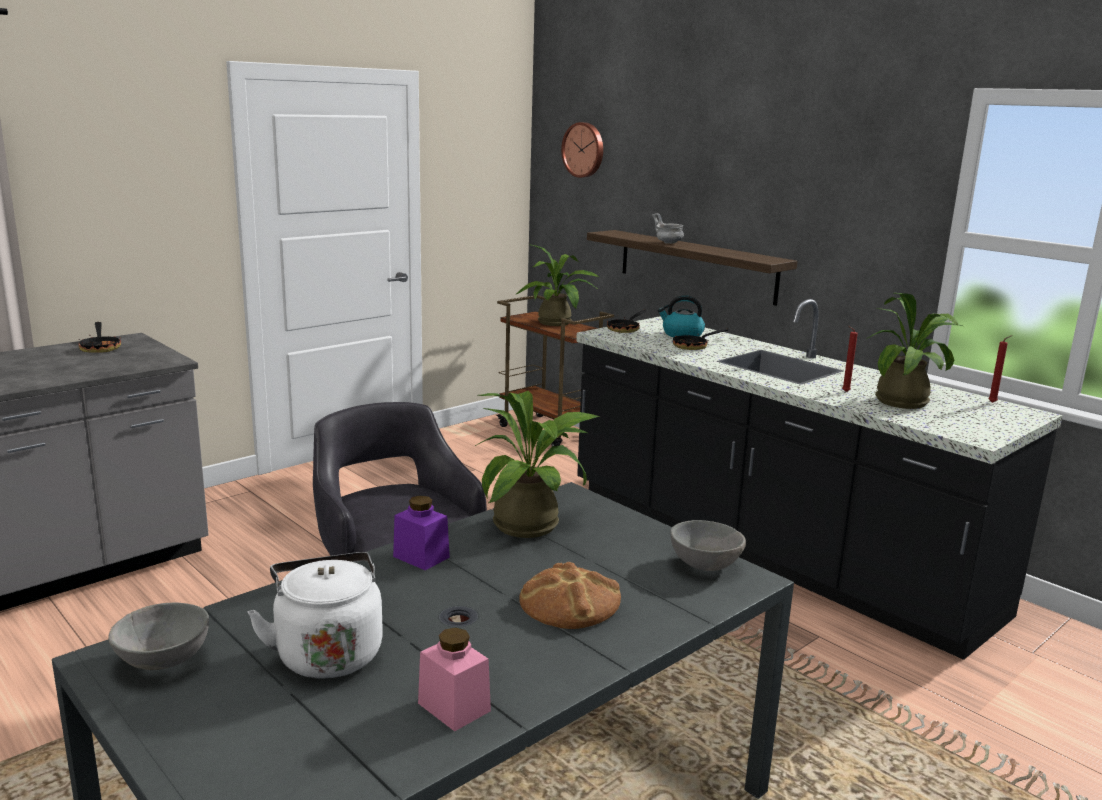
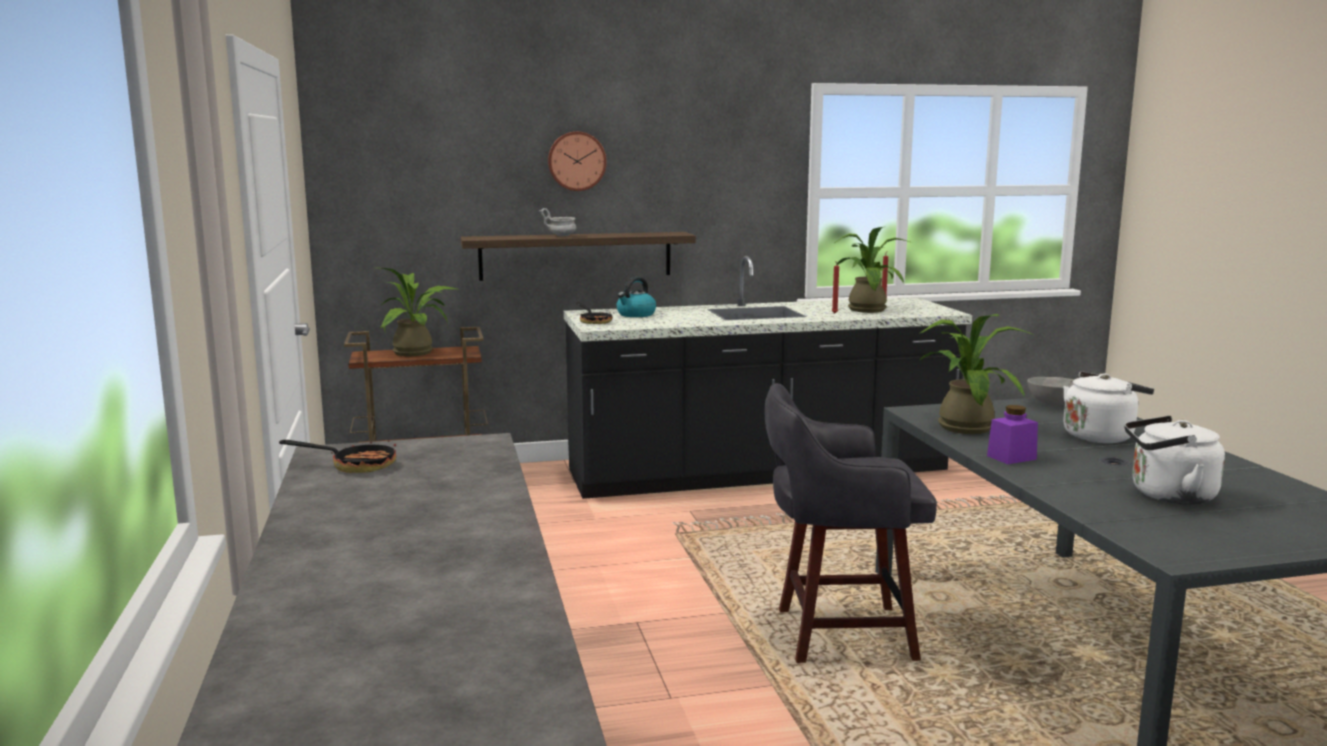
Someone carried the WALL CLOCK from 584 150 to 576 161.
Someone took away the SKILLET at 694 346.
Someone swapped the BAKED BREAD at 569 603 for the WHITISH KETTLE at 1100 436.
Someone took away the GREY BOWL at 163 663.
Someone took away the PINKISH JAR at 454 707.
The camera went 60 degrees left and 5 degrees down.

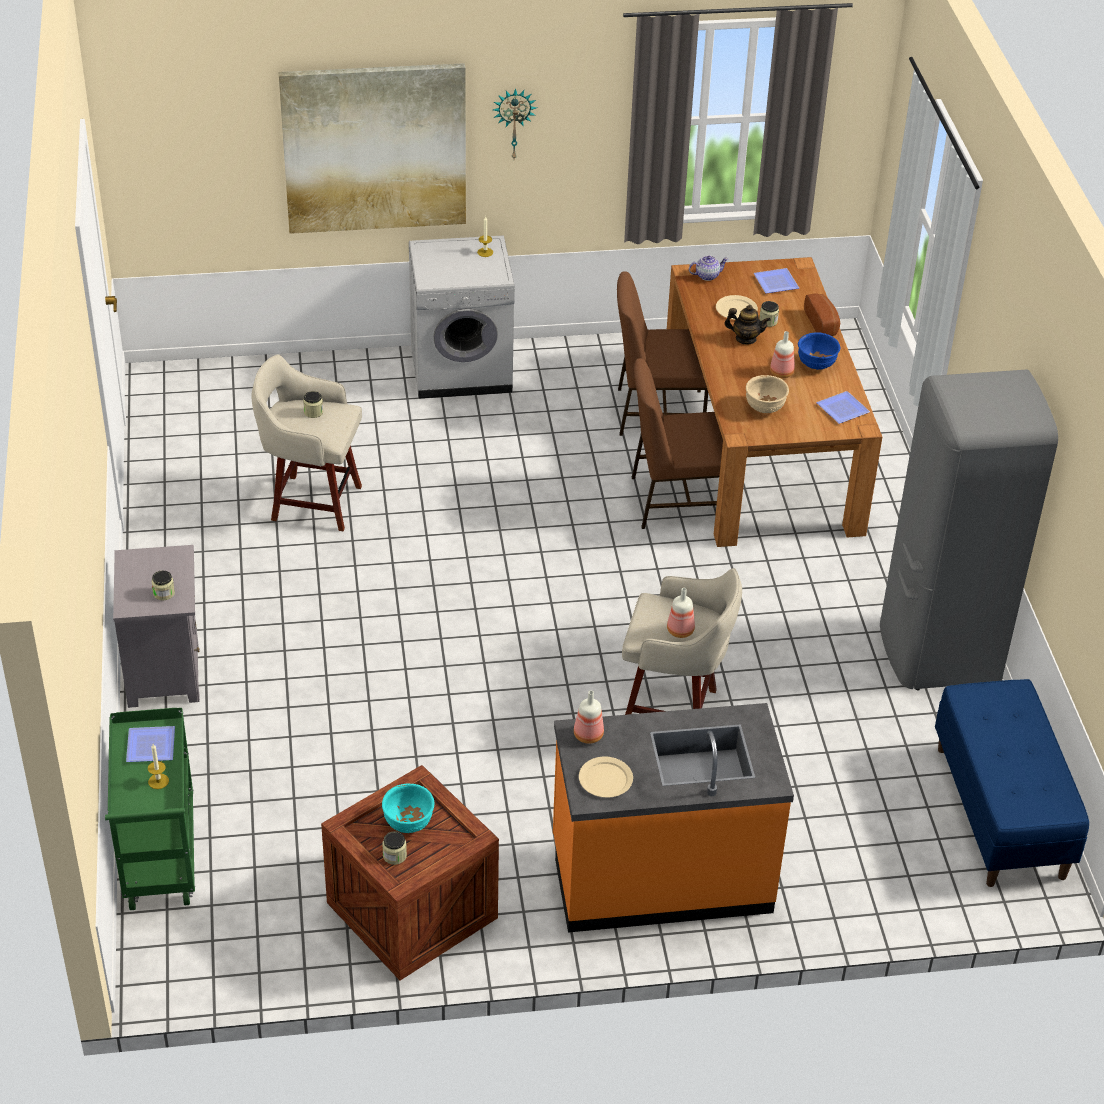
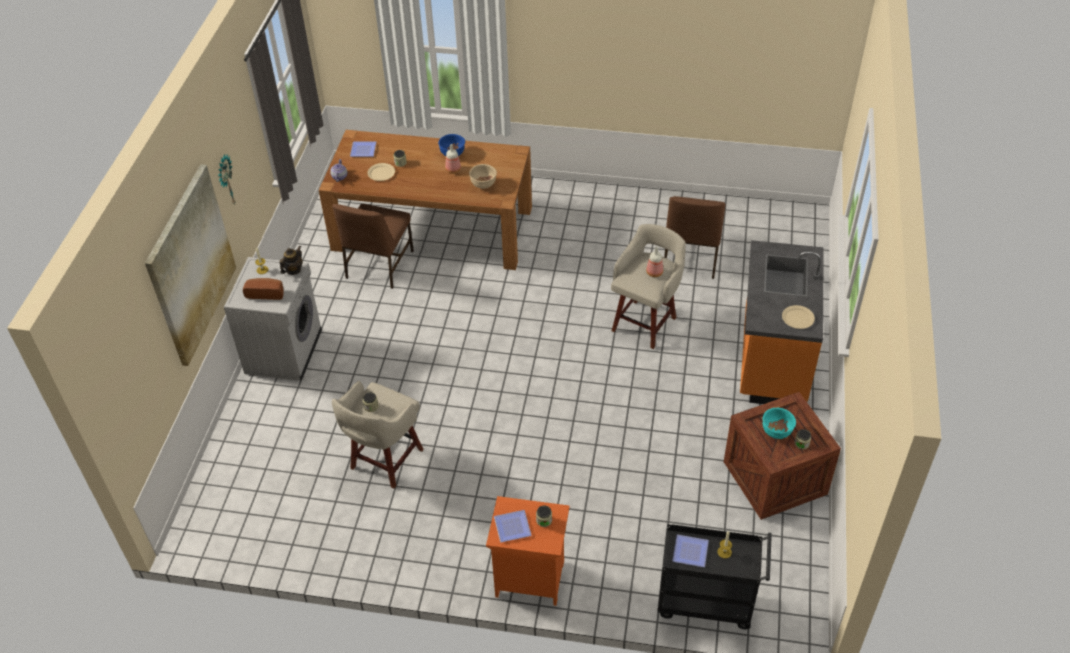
Someone carried the BAKED BREAD from 823 324 to 266 293.
Someone carried the TEAPOT from 745 339 to 293 270.
Someone carried the BROWN-COLOURED UPRIGHT CHAIR from 677 500 to 690 257.
Someone took away the GREY KITCHEN FRIDGE at 935 652.
Someone carried the PLATE from 843 408 to 511 526.
Someone repainted the GREY NIGHTSTAND at 166 673, which became the ORANGE-COLOURED NIGHTSTAND at 529 577.
Someone took away the BLUE-COLOURED LONG SEAT at 1001 812.
Someone took away the DRINK BOTTLE at 587 735.
Someone repainted the GREEN CART at 160 862, which became the BLACK-COLOURED CART at 707 606.
The camera went 70 degrees left and 5 degrees up.

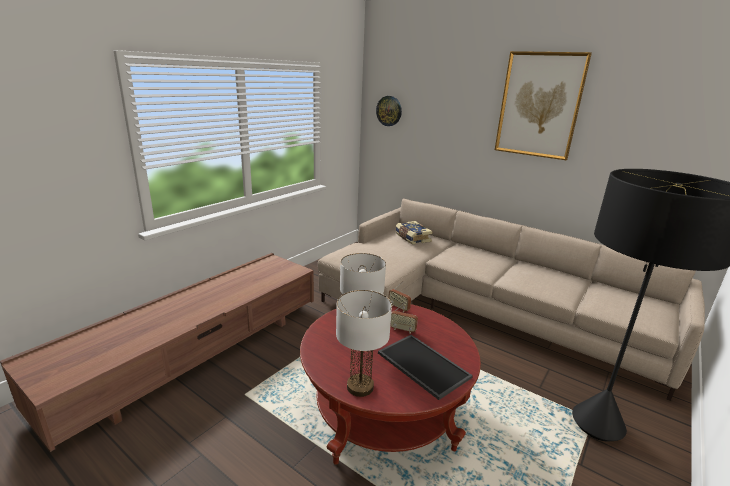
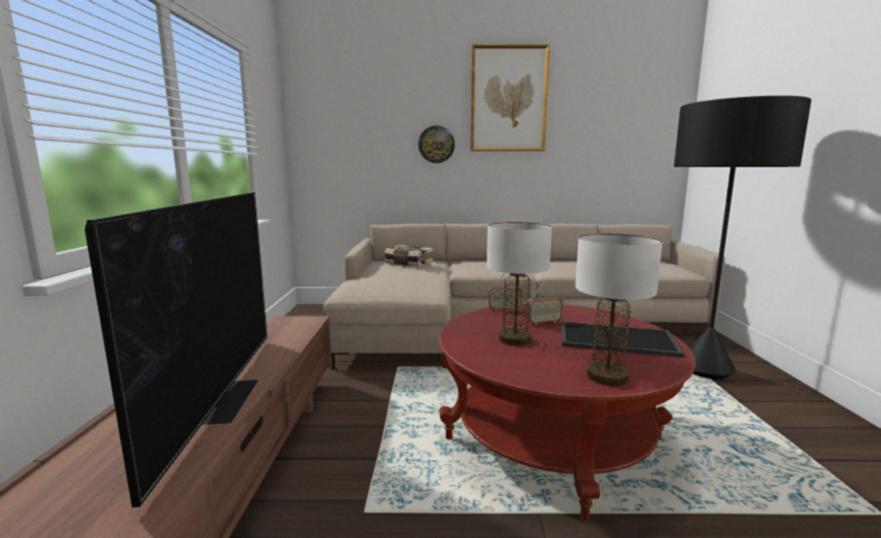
Someone carried the WALL CLOCK from 389 111 to 436 144.
Someone put down the TV SET at 221 399.
The camera went 35 degrees left and 10 degrees down.

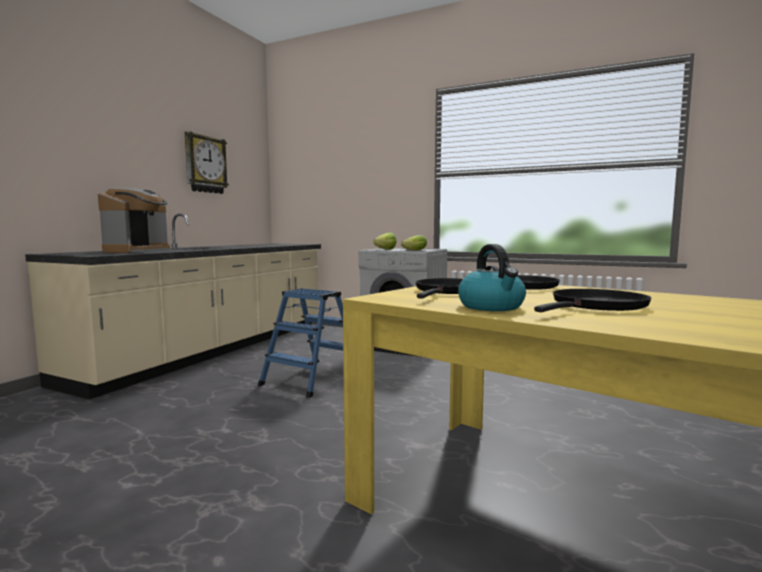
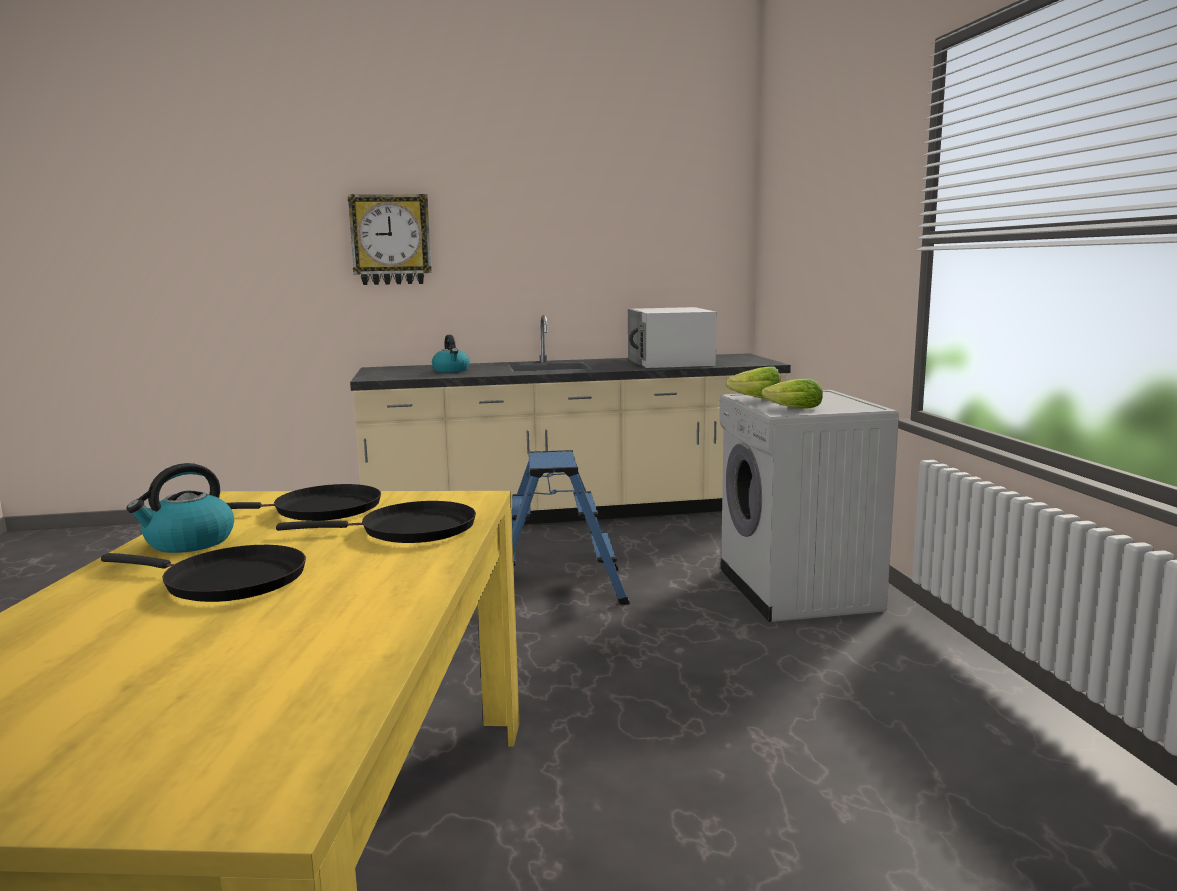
Someone carried the WALL CLOCK from 205 164 to 391 240.
Someone swapped the COFFEE MACHINE at 138 251 for the KETTLE at 451 370.
Someone put down the WHITISH KITCHEN MICROWAVE at 670 361.
The camera went 55 degrees right and 5 degrees up.

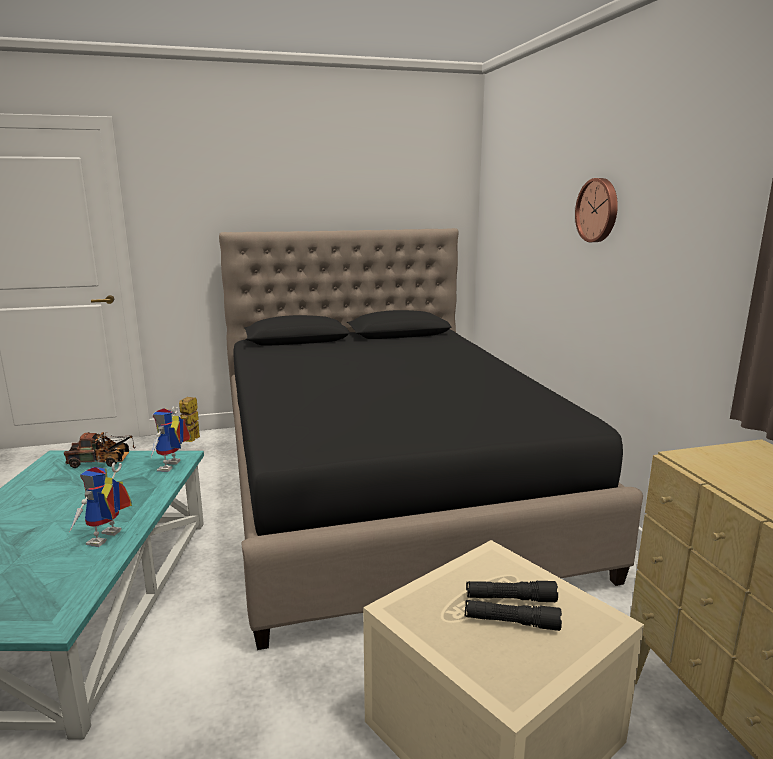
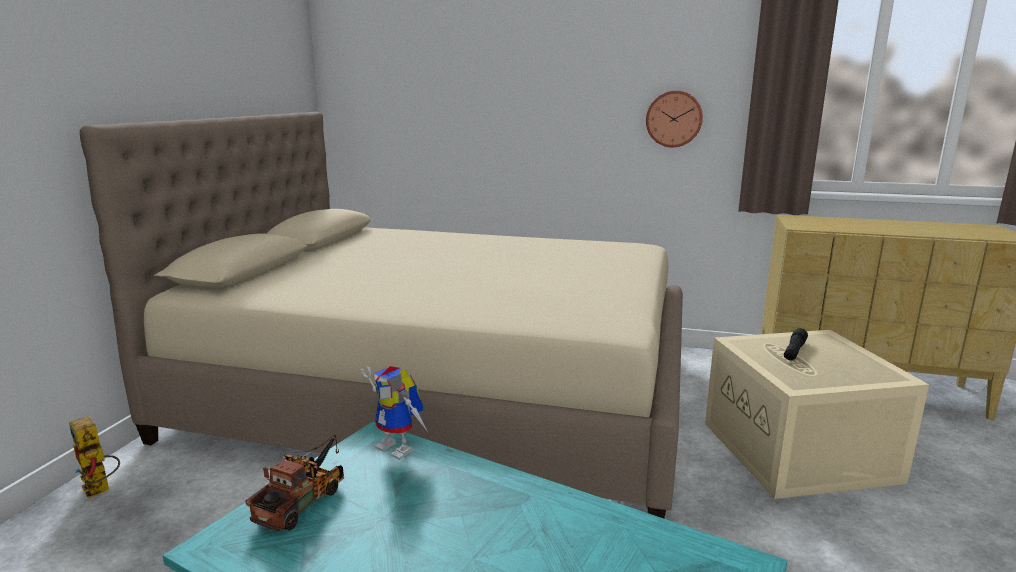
Someone carried the WALL CLOCK from 598 210 to 674 119.
Someone repainted the BLACK-COLOURED BED at 385 488, which became the BEIGE BED at 442 395.
Someone took away the MODEL ROBOT at 106 540.
Someone took away the BLACK-COLOURED FLASHLIGHT at 511 622.
The camera went 60 degrees left and 0 degrees up.

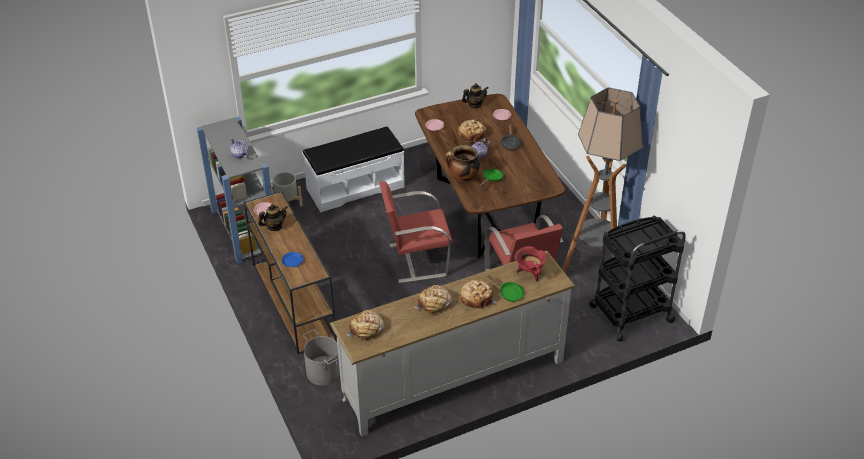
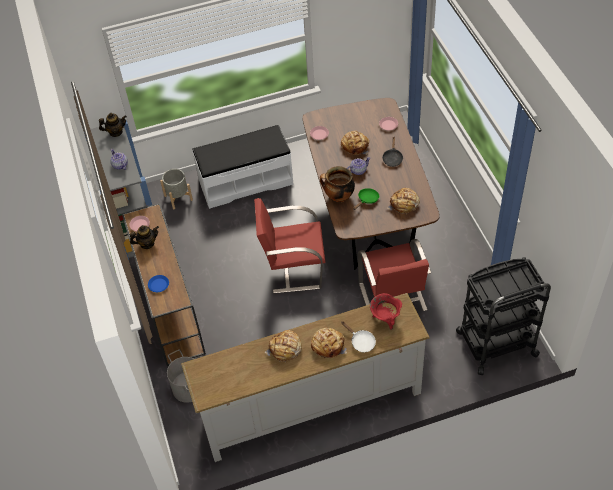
Someone carried the TEAPOT from 475 105 to 116 132.
Someone took away the FLOOR LAMP at 593 267.
Someone repainted the GREEN SKILLET at 509 293, which became the WHITISH SKILLET at 361 342.
Someone carried the BAKED BREAD from 366 329 to 404 204.
The camera went 10 degrees right and 10 degrees up.

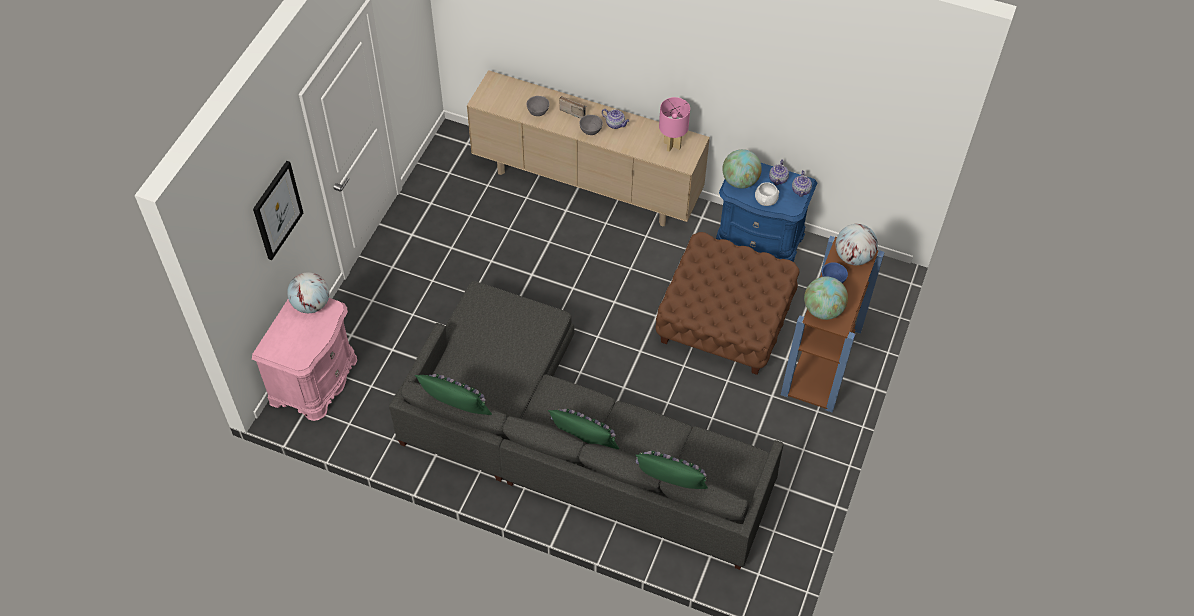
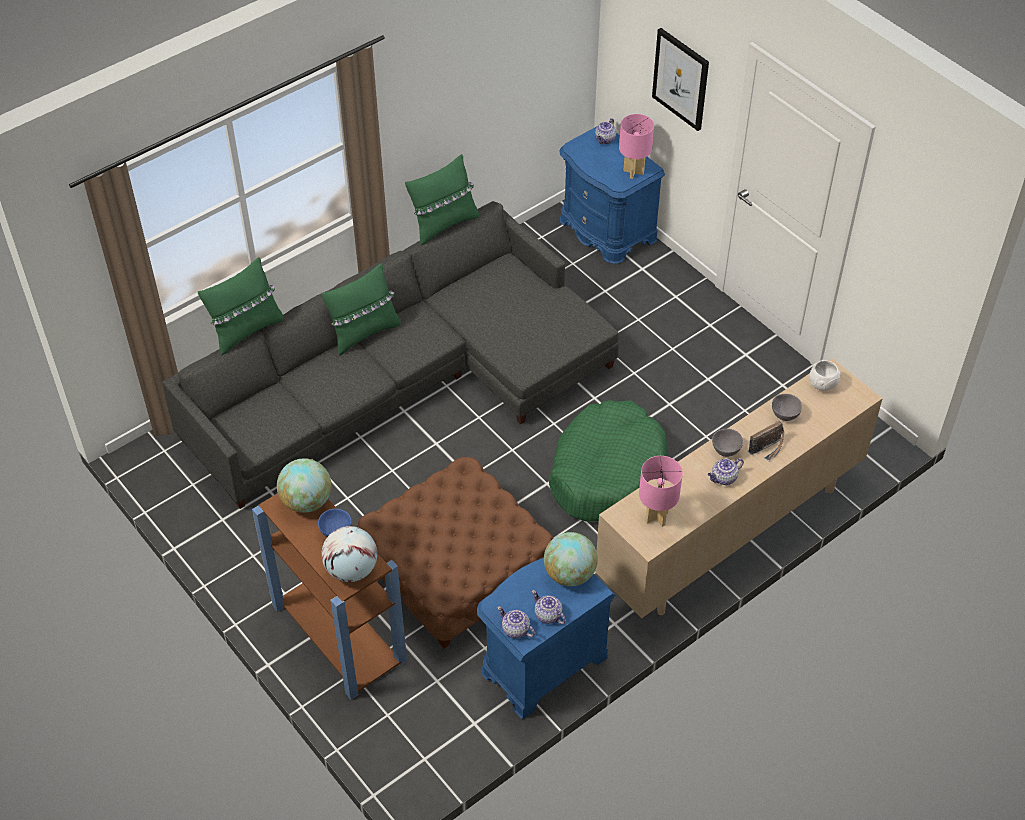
Someone carried the WHITISH BOWL from 765 201 to 822 384.
Someone swapped the DESK GLOBE at 311 304 for the PINKISH TABLE LAMP at 633 172.
Someone repainted the PINKISH NIGHTSTAND at 317 380, which became the BLUE-COLOURED NIGHTSTAND at 605 231.
Someone put down the TEAPOT at 605 140.
Someone put down the GREEN PET BED at 607 472.
The camera went 120 degrees right and 5 degrees down.

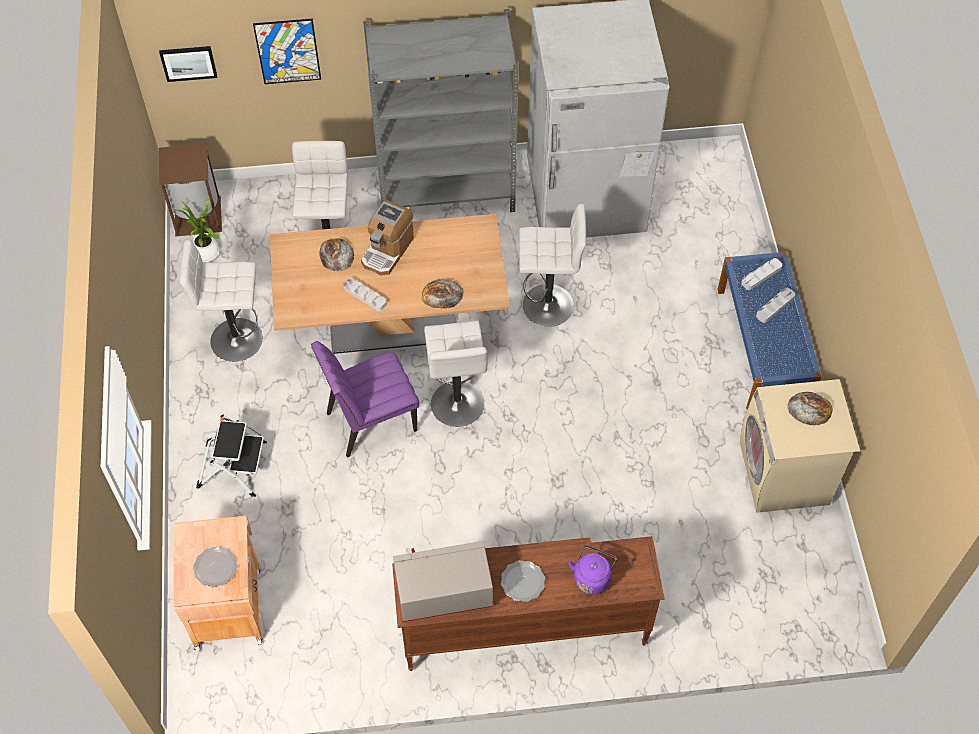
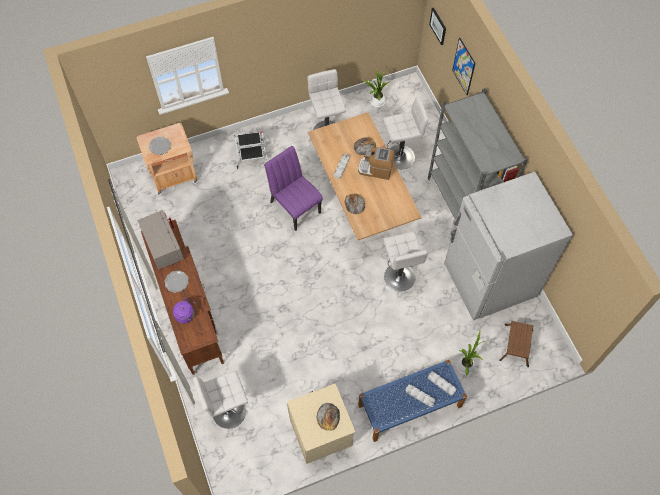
Someone took away the BROWN-COLOURED WASTE BIN at 197 217.
Someone carried the WHITISH STOOL SEAT from 457 404 to 228 411.
Someone put down the BROWN-COLOURED STEP LADDER at 516 345.
Someone put down the HOUSEPLANT at 466 365.
The camera went 75 degrees right and 5 degrees up.

